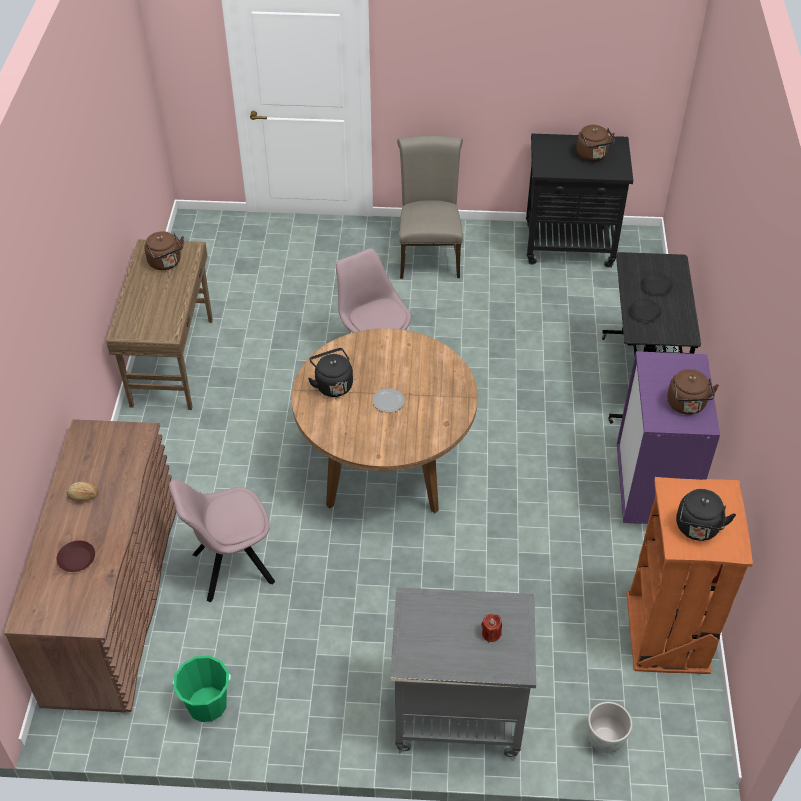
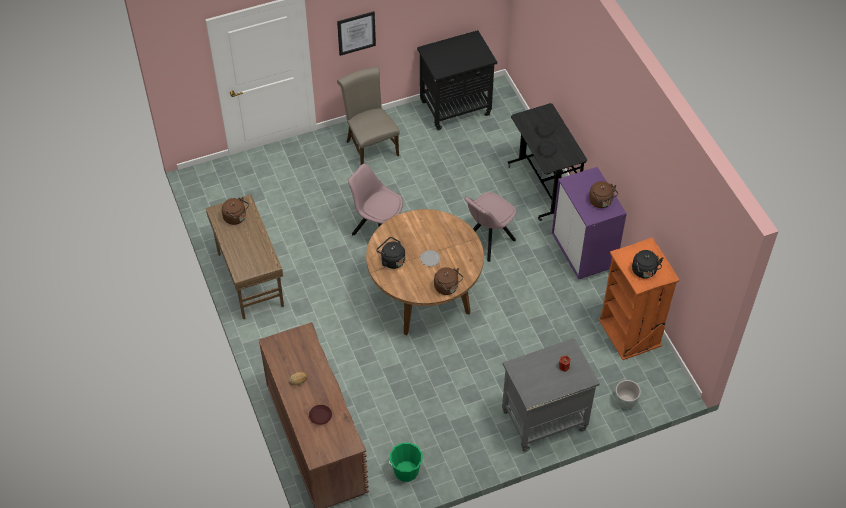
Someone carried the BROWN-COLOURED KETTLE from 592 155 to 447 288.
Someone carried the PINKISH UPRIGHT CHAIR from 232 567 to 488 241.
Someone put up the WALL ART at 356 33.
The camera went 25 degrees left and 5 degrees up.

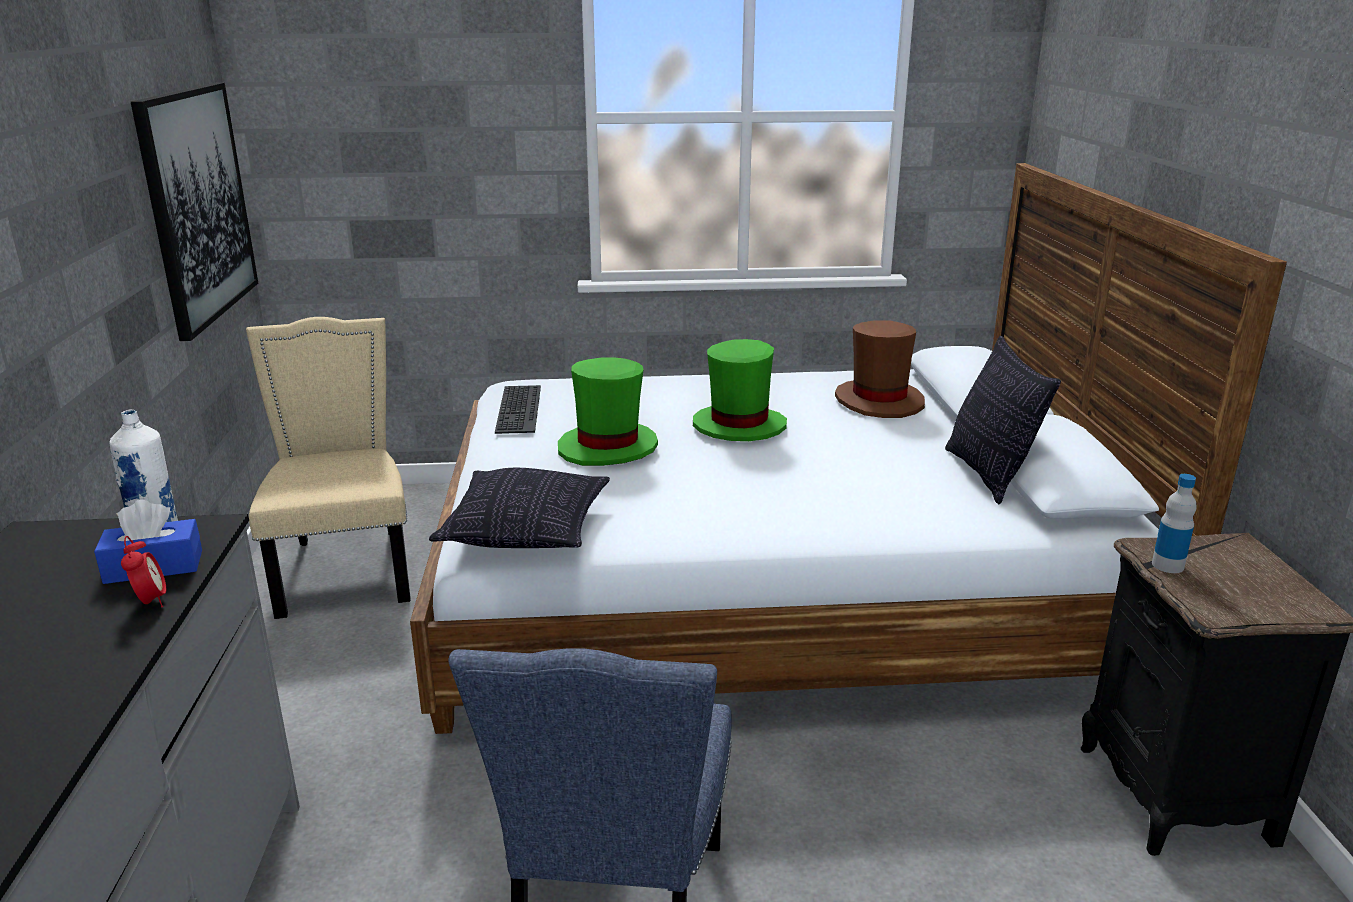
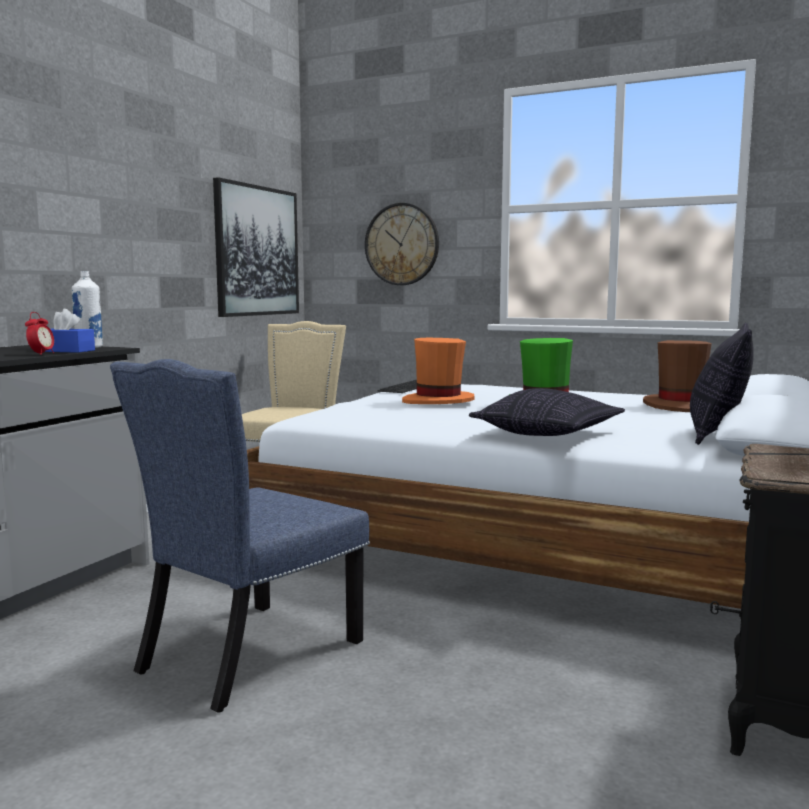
Someone repainted the GREEN WEARABLE HAT at 608 447, which became the ORANGE-COLOURED WEARABLE HAT at 438 401.
Someone carried the PILLOW from 525 531 to 547 434.
Someone took away the DRINK BOTTLE at 1167 565.
Someone put up the WALL CLOCK at 402 244.
The camera went 30 degrees right and 15 degrees down.

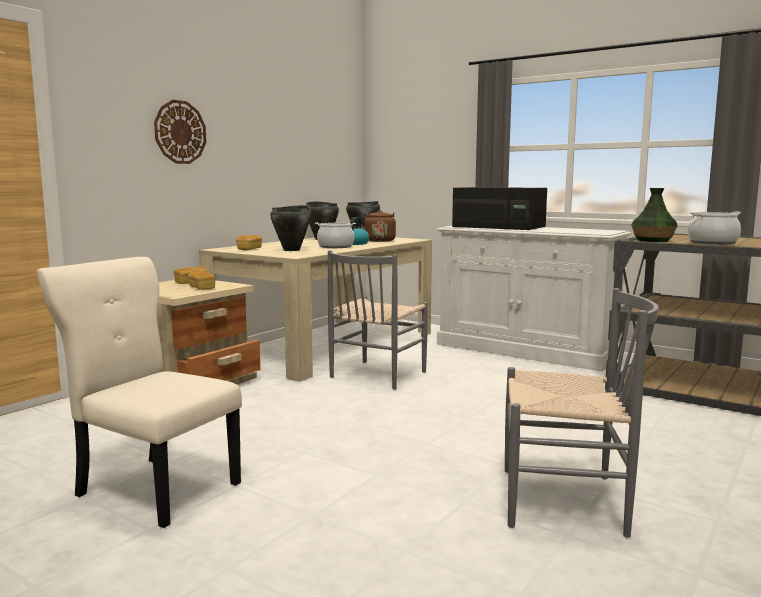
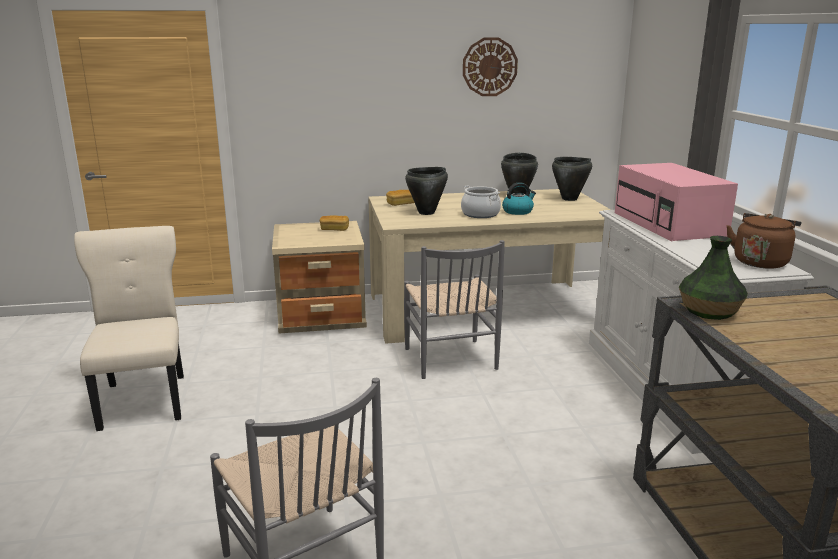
Someone carried the WALL CLOCK from 180 132 to 489 67.
Someone repainted the BLACK-COLOURED KITCHEN MICROWAVE at 499 227, which became the PINKISH KITCHEN MICROWAVE at 669 224.
Someone carried the BROWN-COLOURED KETTLE from 379 240 to 760 262.
Someone took away the STOCKPOT at 712 243.
Someone rotated the GREY UPRIGHT CHAIR at 375 376 by 90 degrees counterclockwise.
Someone took away the BAKED BREAD at 202 288.
The camera went 45 degrees right and 10 degrees up.

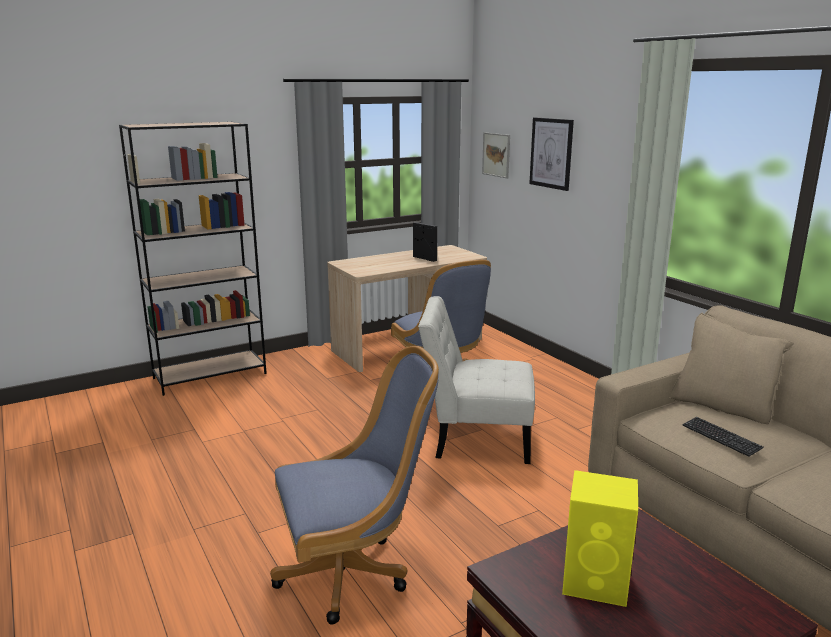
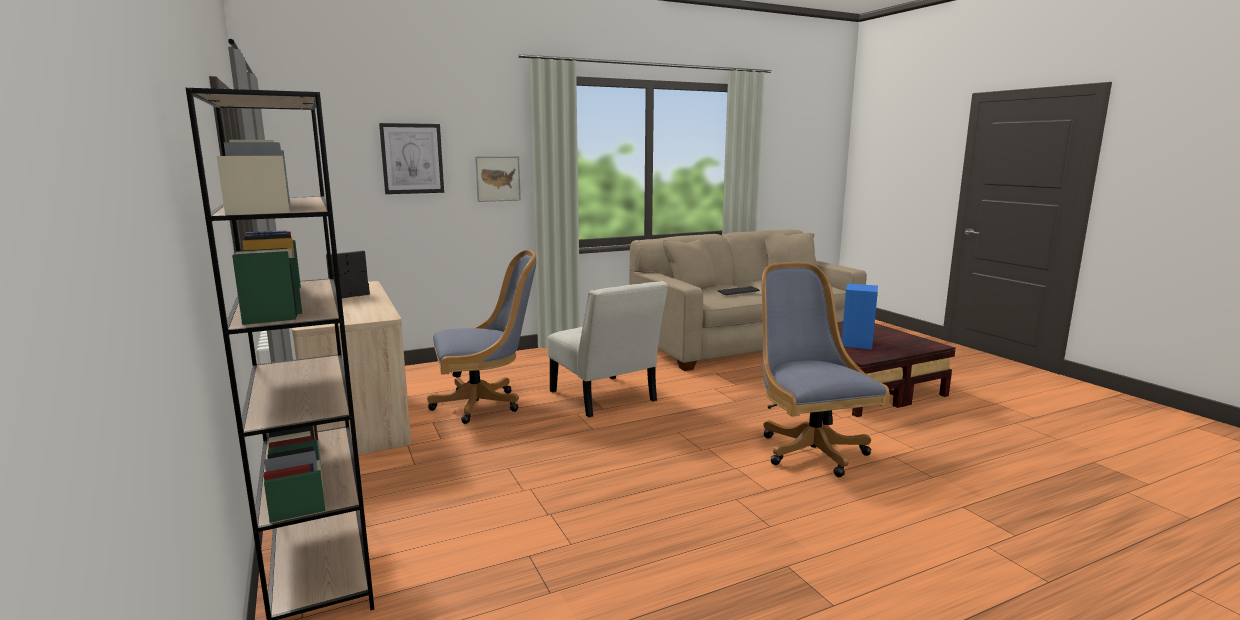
Someone carried the WALL ART from 496 155 to 498 178.
Someone rotated the WHITISH UPRIGHT CHAIR at 476 439 by 45 degrees counterclockwise.
Someone repainted the YELLOWISH SPEAKER at 597 582, which became the BLUE-COLOURED SPEAKER at 857 343.
The camera went 85 degrees left and 5 degrees down.

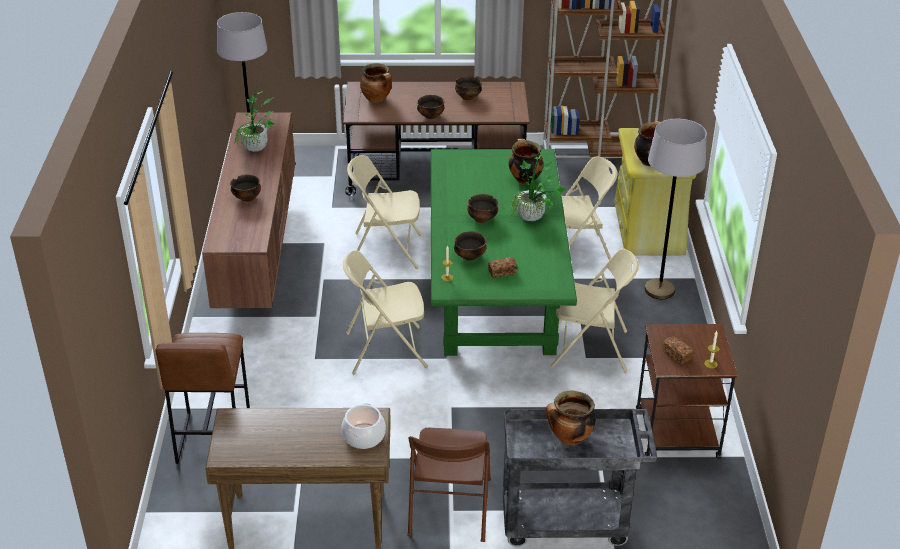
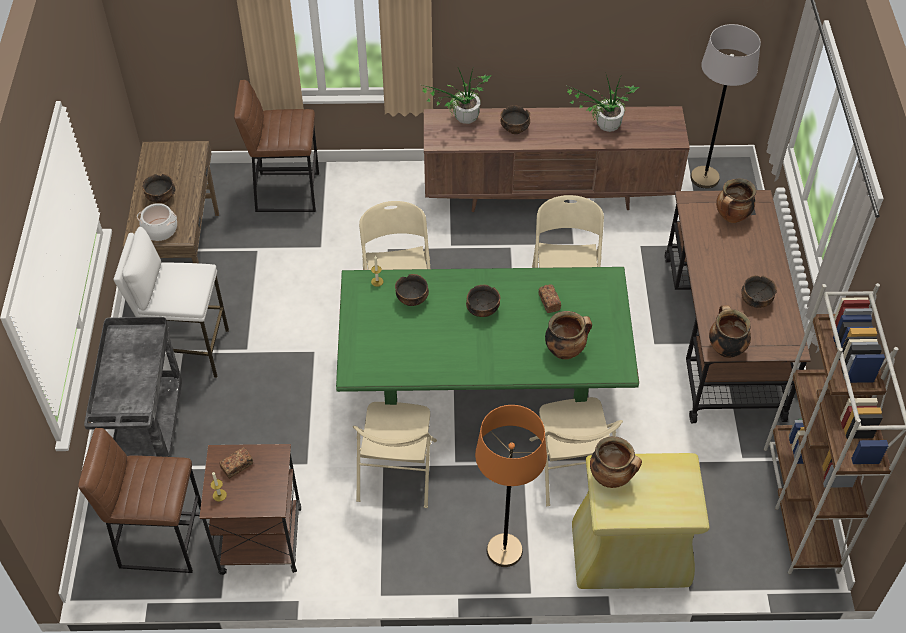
Someone carried the BOWL from 430 116 to 161 198.
Someone repainted the GREY FLOOR LAMP at 659 290, which became the ORANGE-COLOURED FLOOR LAMP at 504 551.
Someone carried the HOUSEPLANT from 534 220 to 461 121.
Someone carried the BAKED BREAD from 502 272 to 549 302.
Someone carried the STOCKPOT from 569 438 to 725 348.
Someone swapped the BROWN-COLOURED UPRIGHT CHAIR at 449 507 for the WHITISH STOOL SEAT at 187 350.
Someone put down the BROWN-COLOURED STOOL SEAT at 160 540.
The camera went 90 degrees right and 15 degrees up.

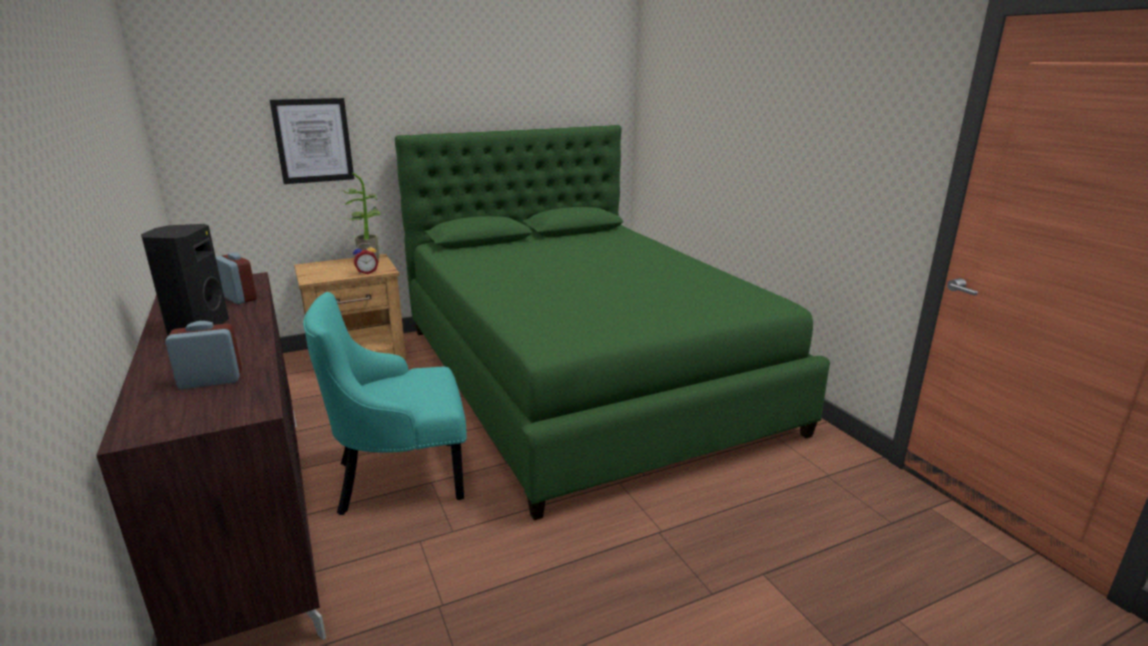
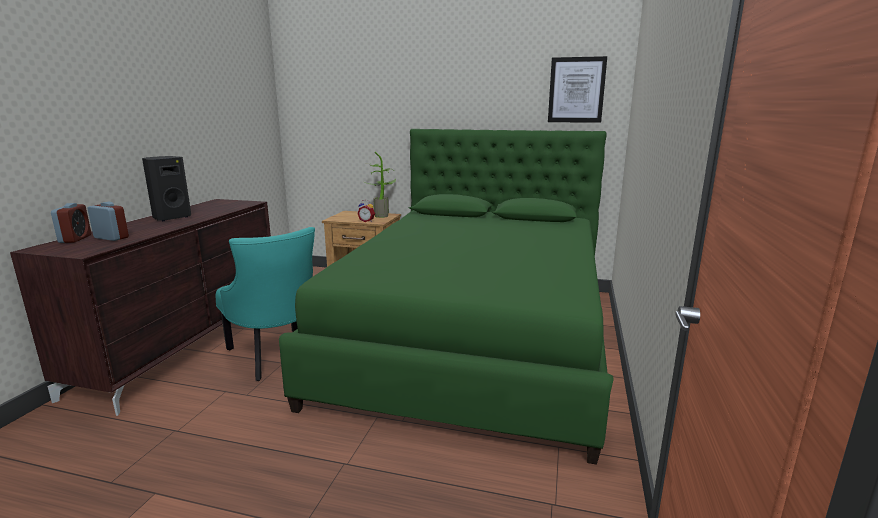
Someone carried the WALL ART from 313 140 to 576 90.
Someone carried the ALARM CLOCK from 239 298 to 75 239.
Someone rotated the TURQUOISE-COLOURED UPRIGHT CHAIR at 403 478 by 150 degrees counterclockwise.
The camera went 40 degrees right and 5 degrees down.

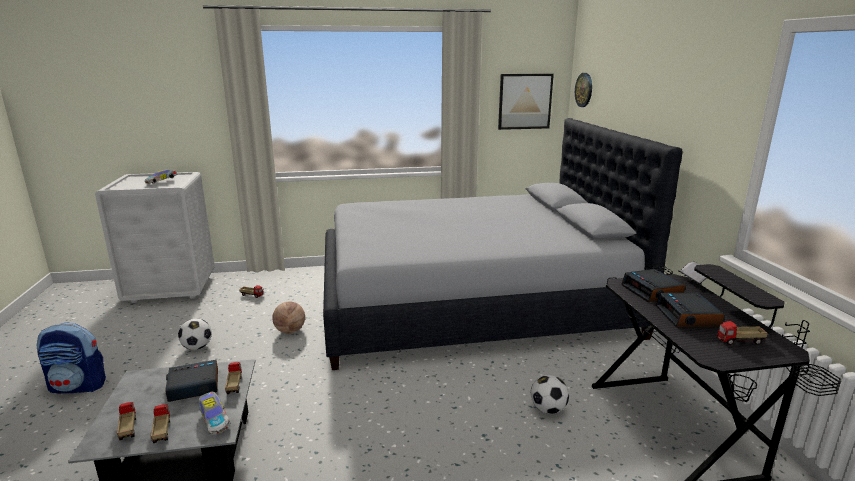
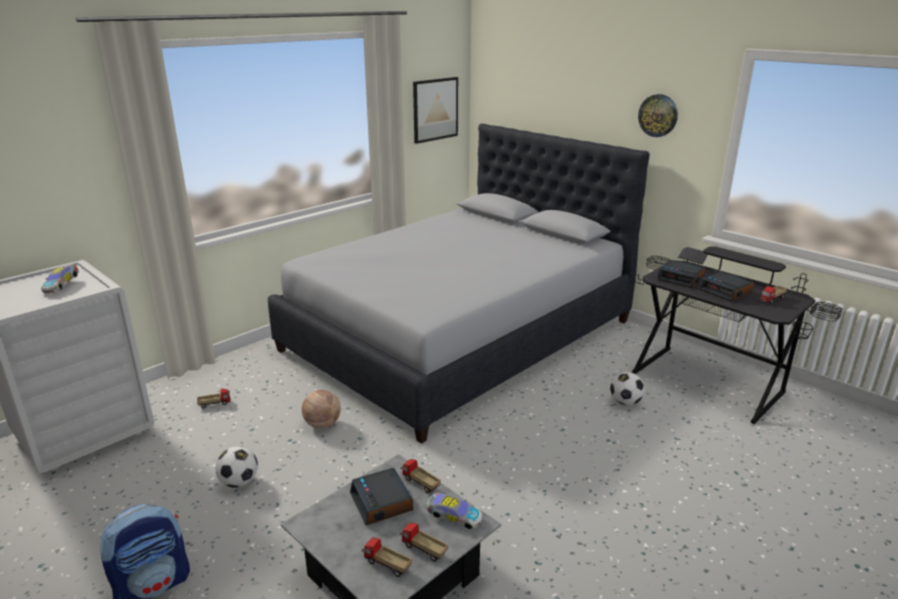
Someone carried the WALL CLOCK from 584 90 to 658 115.
Someone rotated the ALARM CLOCK at 193 386 by 60 degrees counterclockwise.
The camera went 35 degrees left and 5 degrees up.

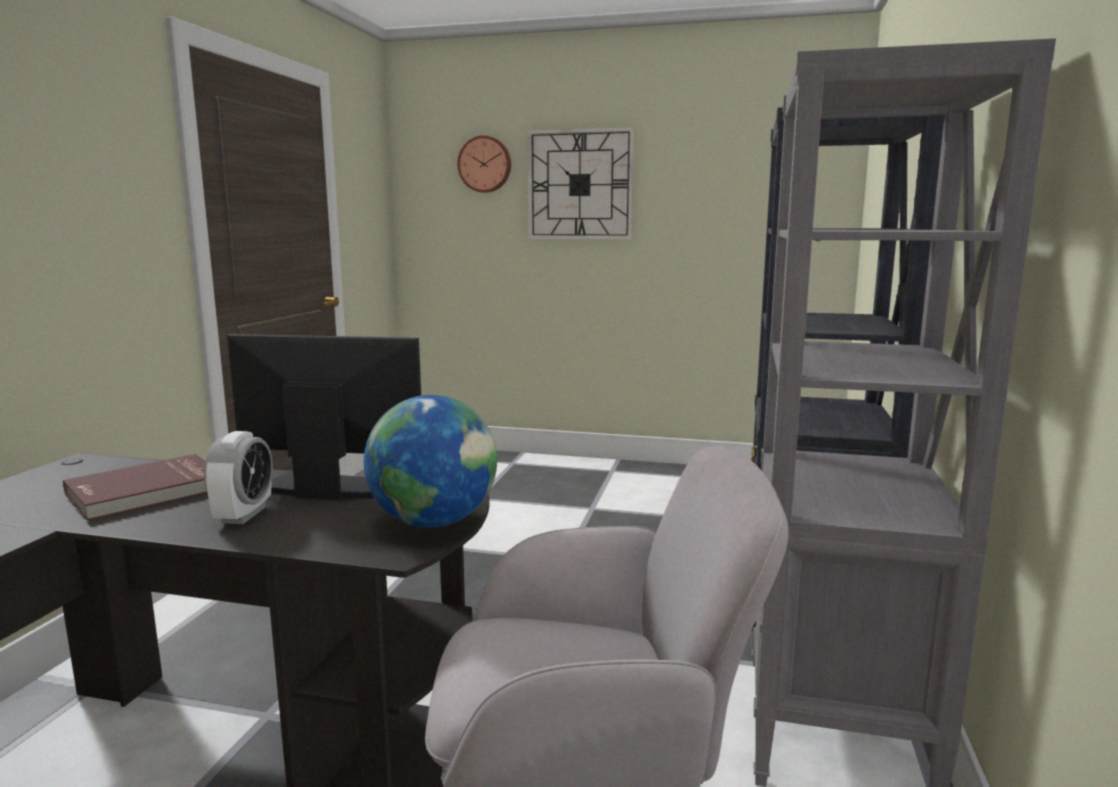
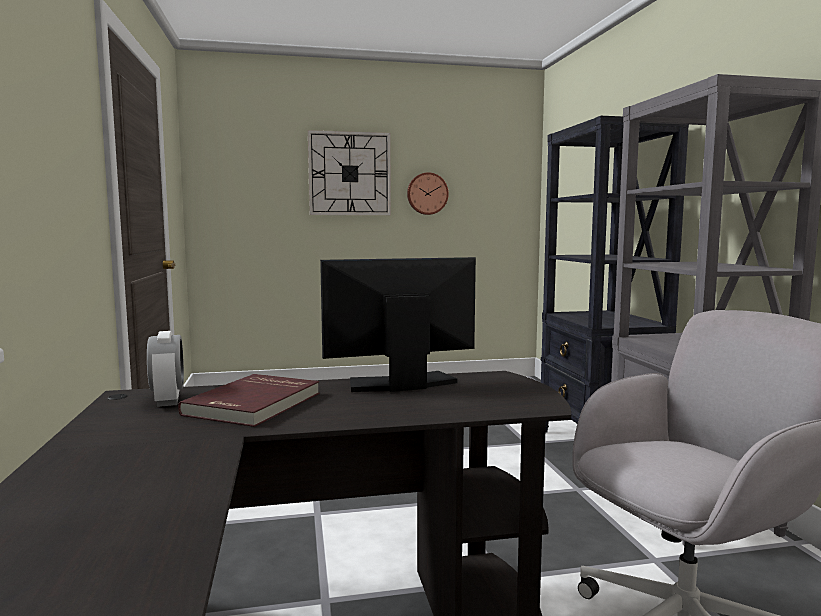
Someone carried the WALL CLOCK from 485 164 to 427 193.
Someone took away the DESK GLOBE at 434 522.
Someone carried the ALARM CLOCK from 243 515 to 168 400.
The camera went 25 degrees left and 5 degrees down.

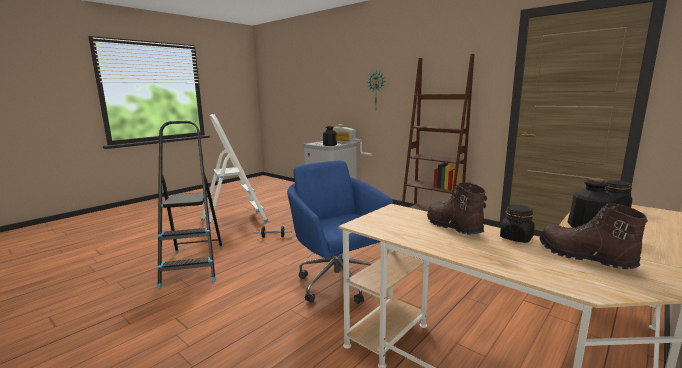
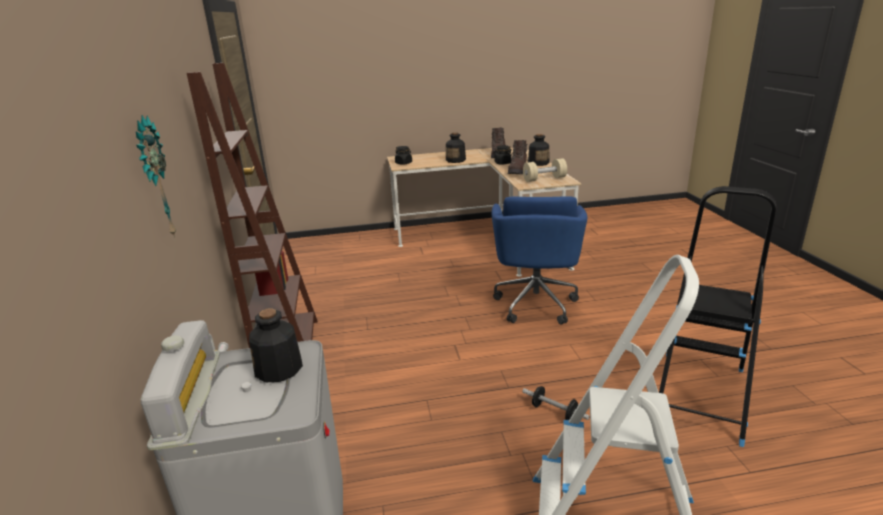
Someone put down the DRINK BOTTLE at 538 163.
Someone put down the BEIGE DUMBBELL at 544 179.
The camera went 140 degrees left and 10 degrees up.

